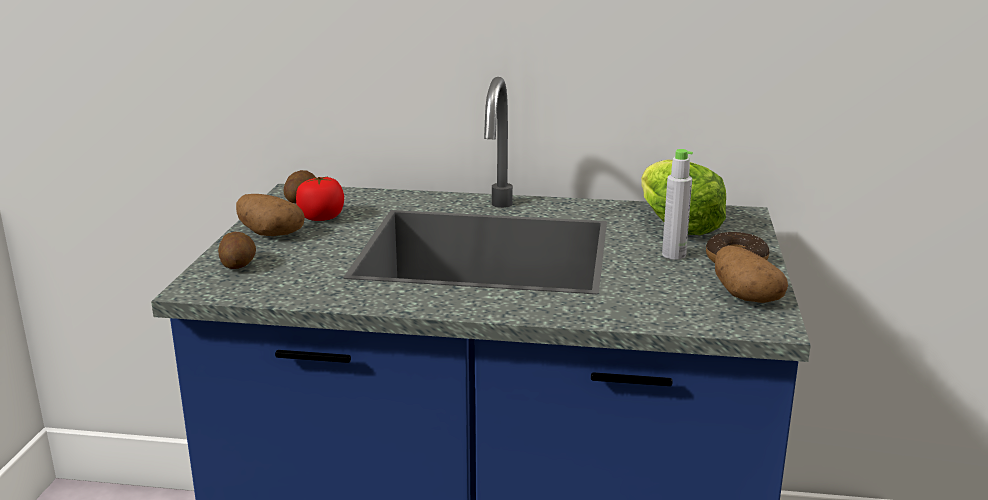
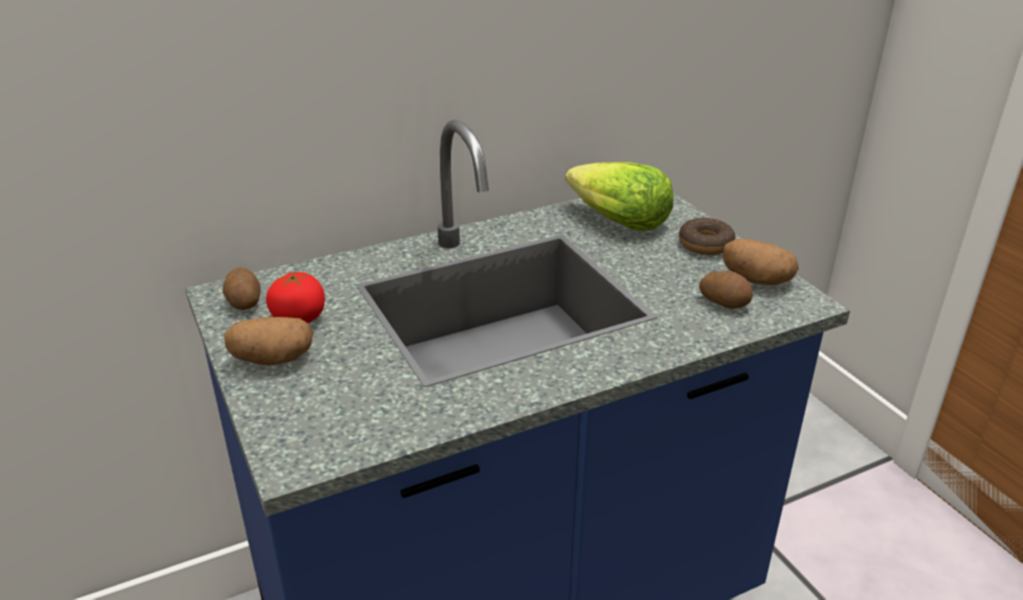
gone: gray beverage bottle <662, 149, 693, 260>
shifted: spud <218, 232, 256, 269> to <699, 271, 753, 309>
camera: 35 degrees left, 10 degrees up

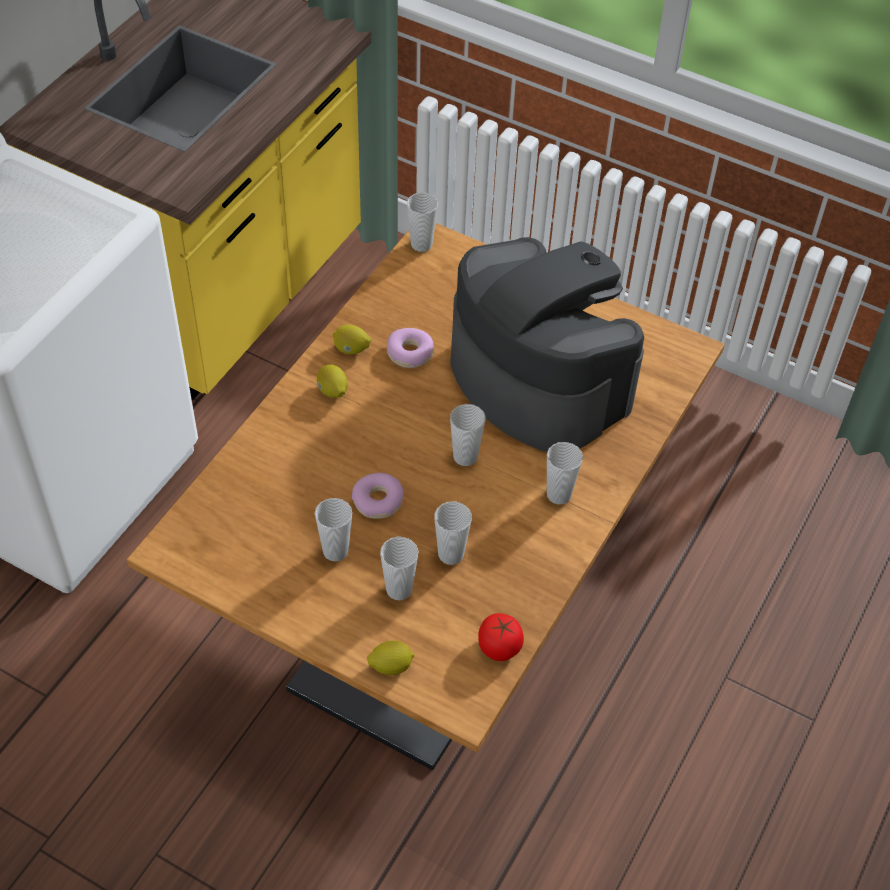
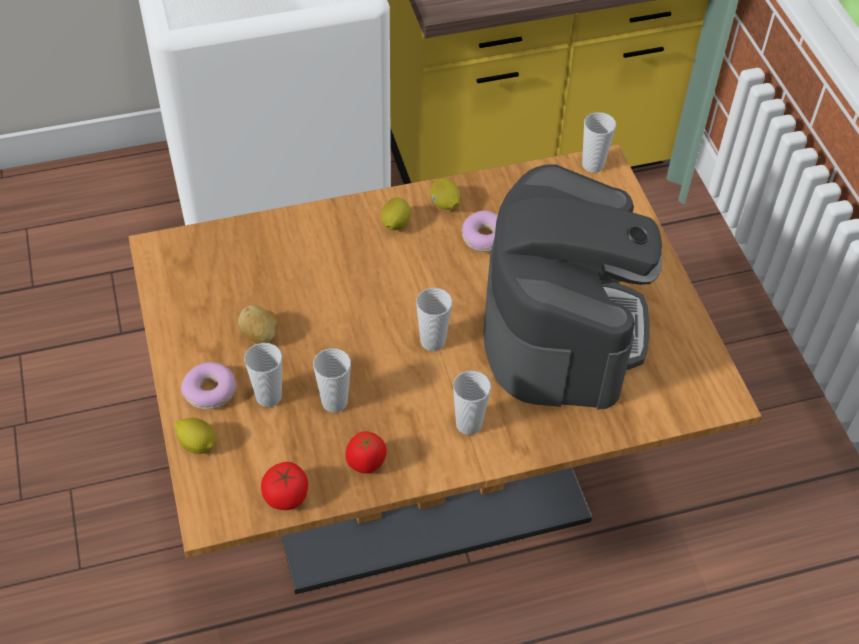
new: fresh tomato <345, 431, 387, 474>
shifted: doughnut <352, 473, 404, 519> to <181, 362, 236, 410>
swapped: cup <315, 498, 352, 562> to spud <238, 305, 277, 344>
camera: 45 degrees right, 0 degrees up

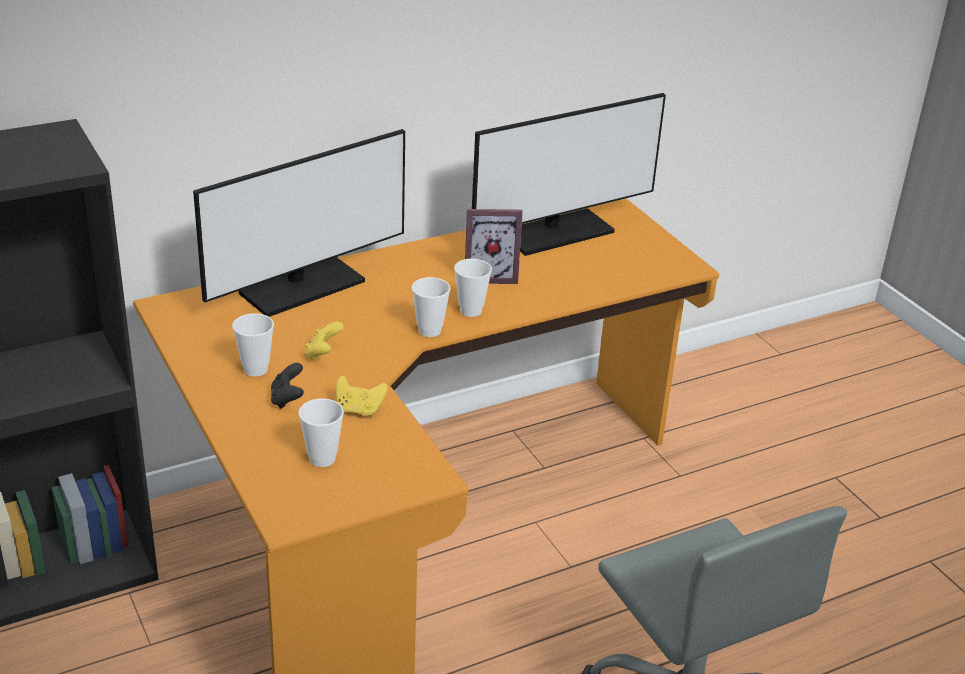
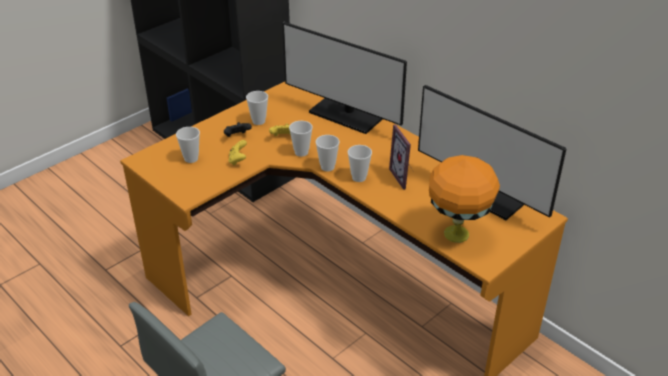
new: cup <289, 121, 313, 157>; orangey table lamp <429, 155, 500, 243>
camera: 75 degrees right, 5 degrees up

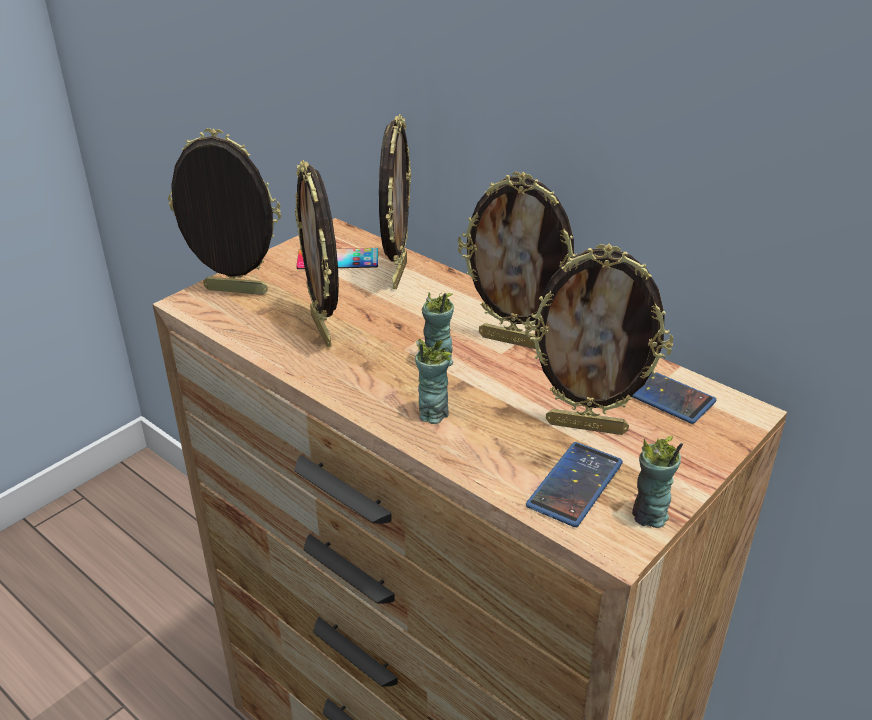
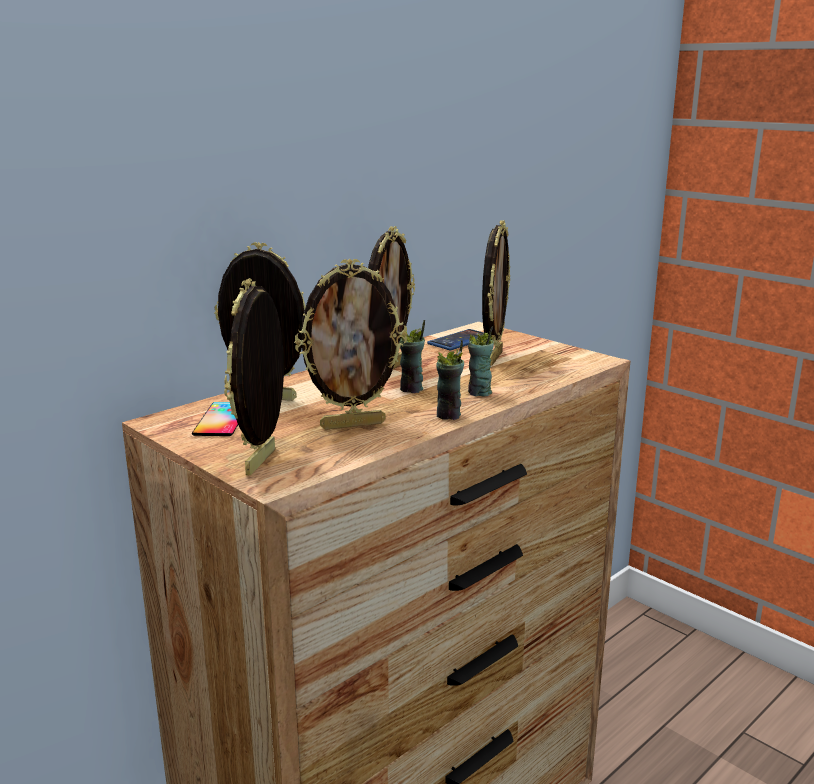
gone: telephone <526, 442, 623, 527>
shifted: cup <632, 436, 683, 528> to <436, 340, 464, 420>
camera: 85 degrees left, 15 degrees down

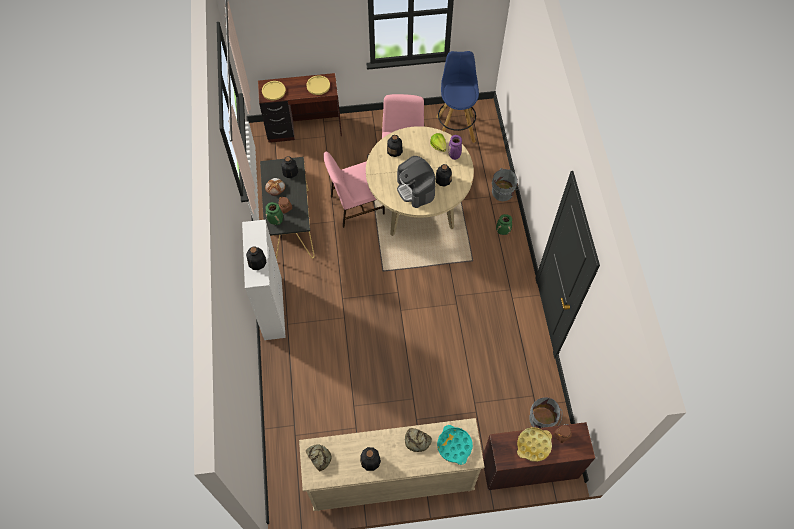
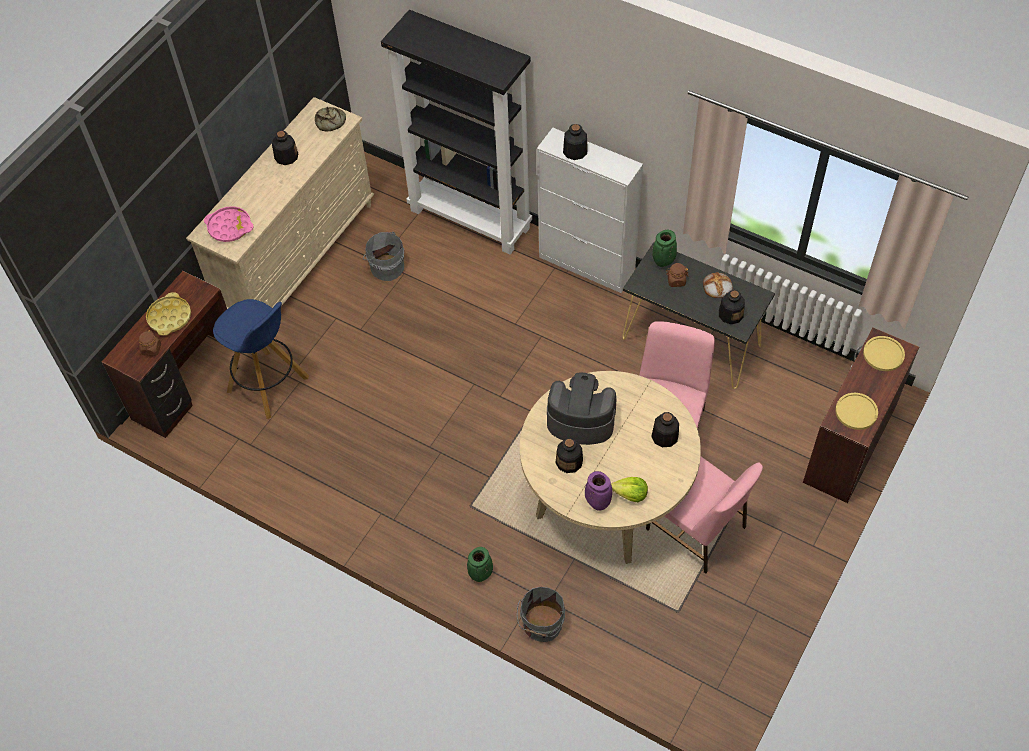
gone: bakery bread <405, 428, 432, 452>
new: black bookshelf <381, 10, 532, 255>
shifted: blue sitting stool <436, 51, 479, 143> to <213, 299, 309, 419>; gray water bucket <529, 397, 562, 428> to <363, 232, 404, 281>
repainted: turquoise tray <437, 425, 473, 465> to pink-coloured tray <204, 206, 254, 242>
camera: 130 degrees right, 5 degrees down

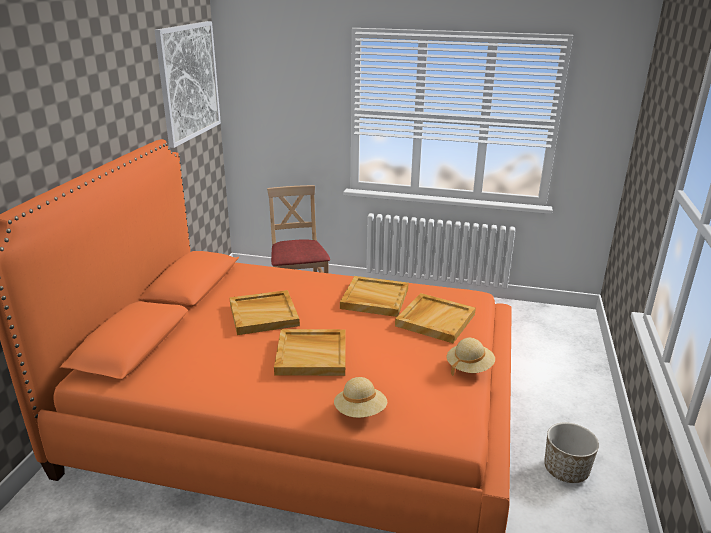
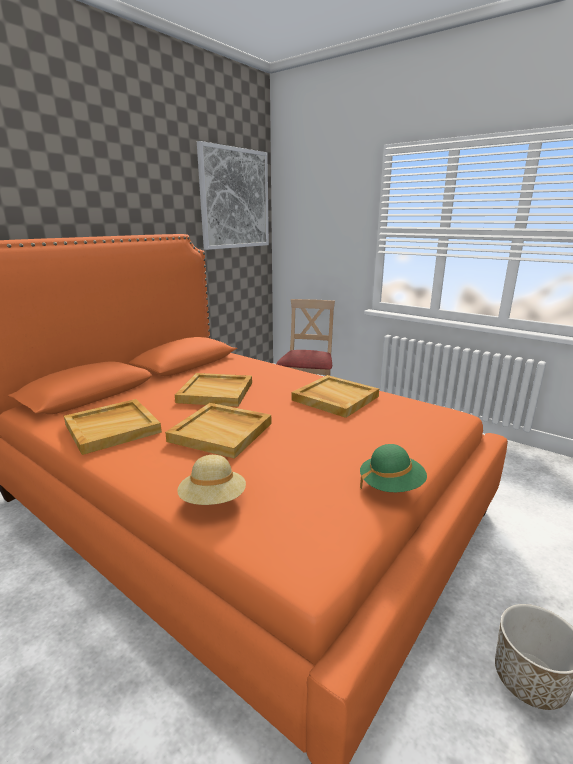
shifted: beige-coloured tray <395, 293, 476, 343> to <64, 399, 162, 455>
repainted: beige-coloured wearable hat <446, 338, 495, 376> to greenish wearable hat <360, 444, 427, 492>
camera: 25 degrees right, 5 degrees down

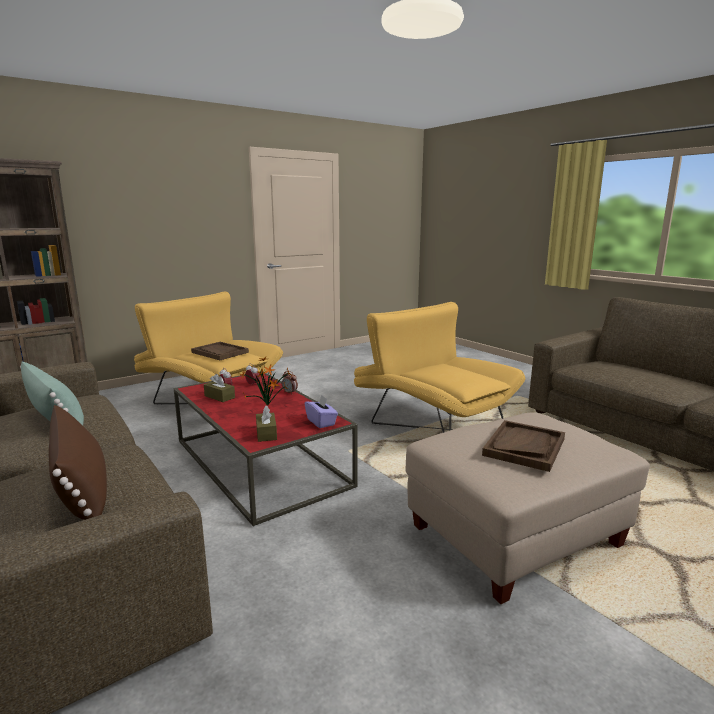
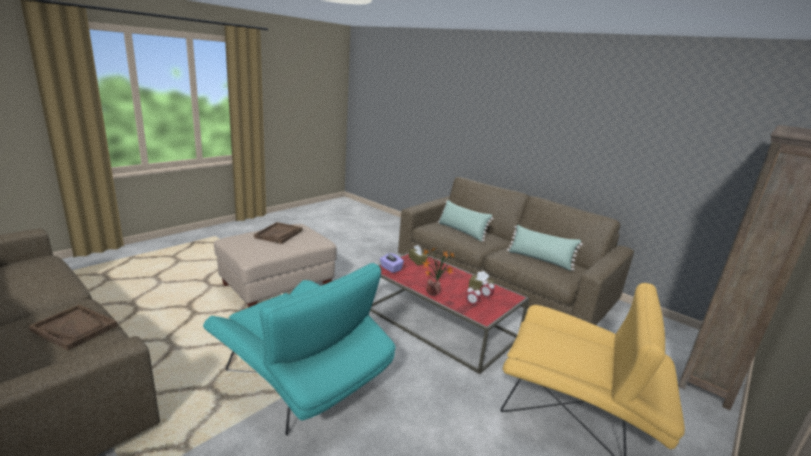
shifted: brownish tray <191, 342, 249, 360> to <28, 305, 118, 350>
repainted: yellowish armchair <354, 302, 525, 433> to turquoise armchair <203, 263, 396, 436>; brownish pillow <49, 405, 107, 520> to greenish pillow <438, 200, 493, 241>
camera: 165 degrees right, 5 degrees up

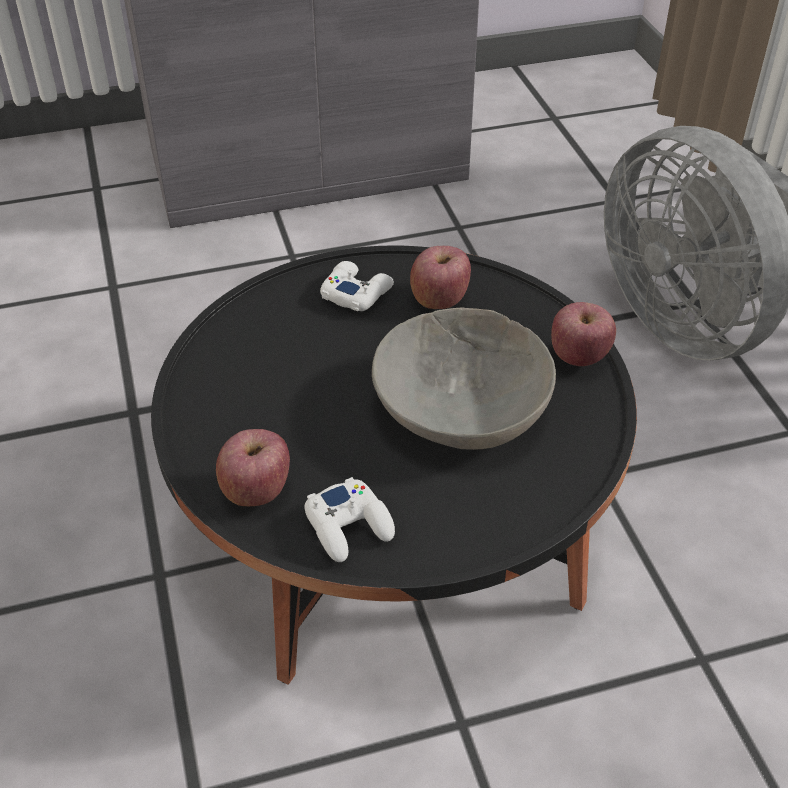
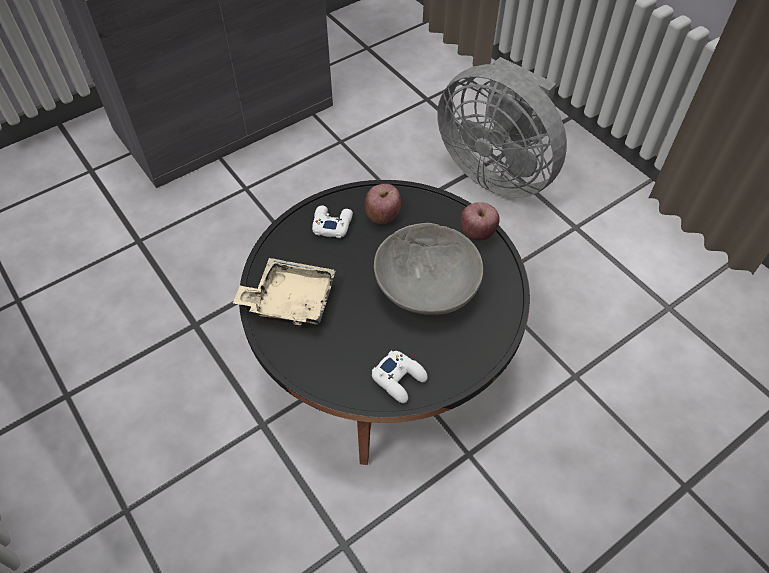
gone: apple <216, 429, 290, 506>
new: beige-coloured tray <233, 258, 336, 325>
camera: 20 degrees left, 10 degrees up

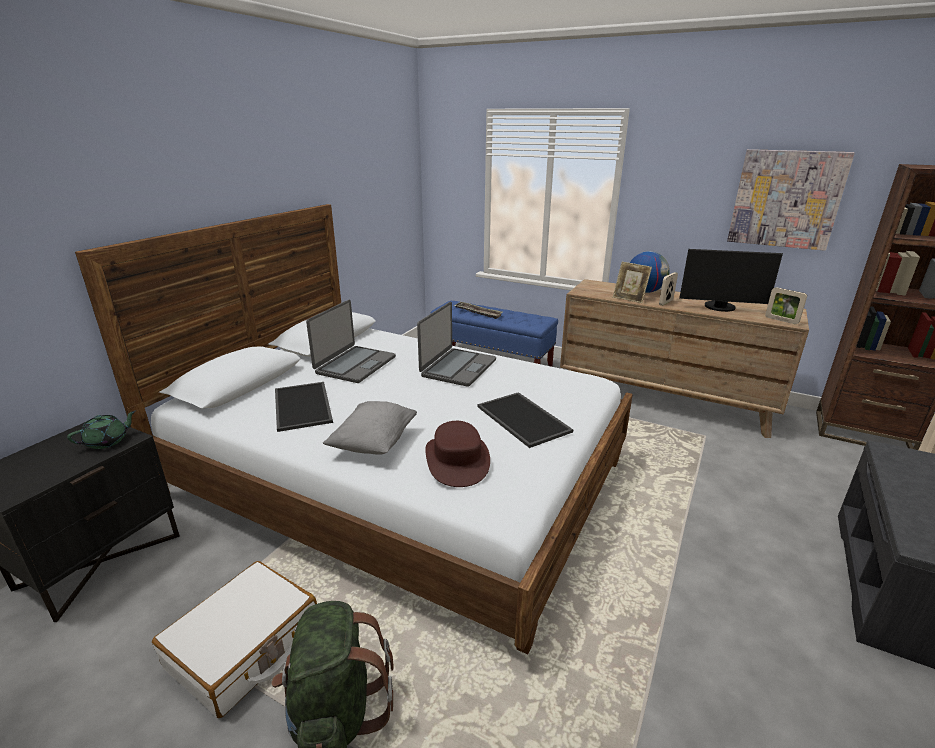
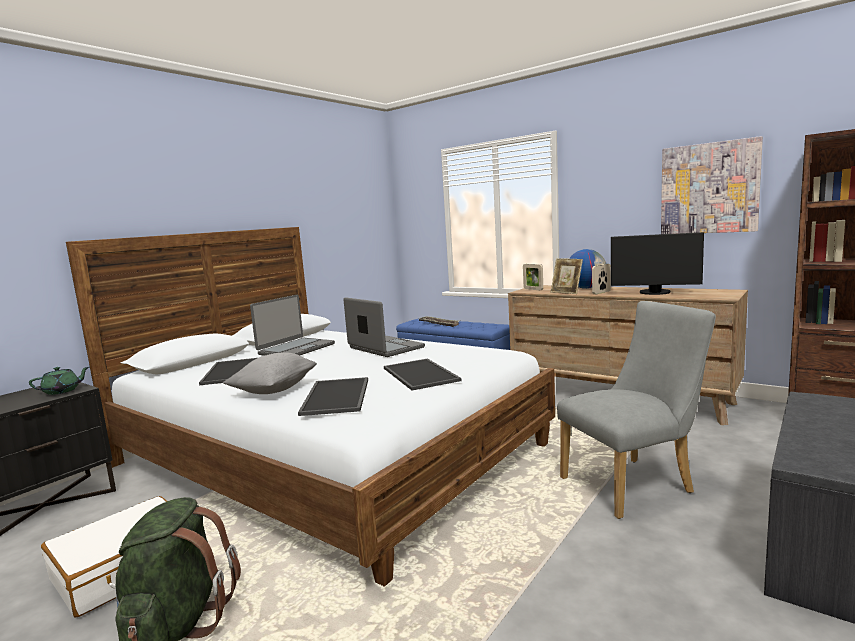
new: gray plain chair <557, 301, 716, 519>
shifted: standing frame <765, 287, 807, 324> to <523, 264, 543, 290>
swapped: brownish wearable hat <425, 421, 490, 487> to tray <298, 377, 368, 416>
rotated: laptop <417, 302, 496, 387> = <344, 297, 425, 357> 75 degrees counterclockwise
camera: 10 degrees right, 15 degrees down

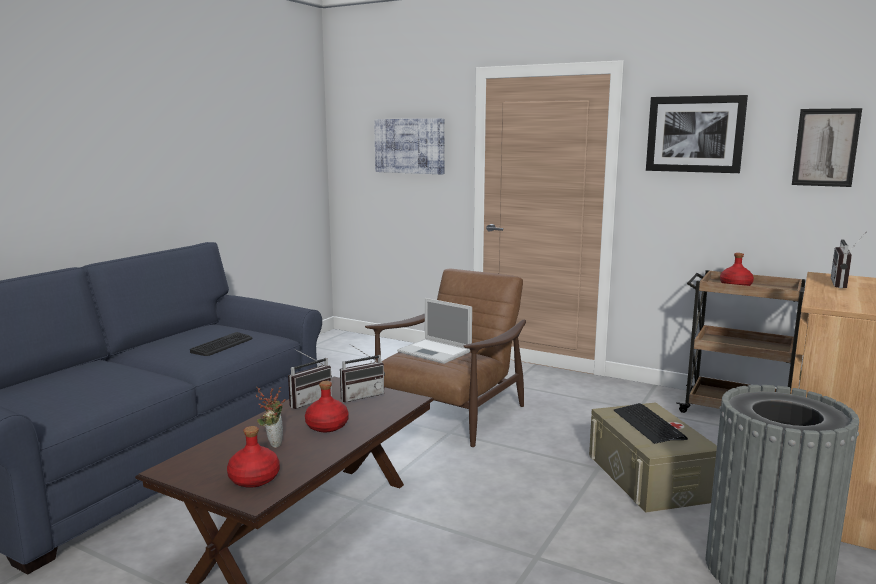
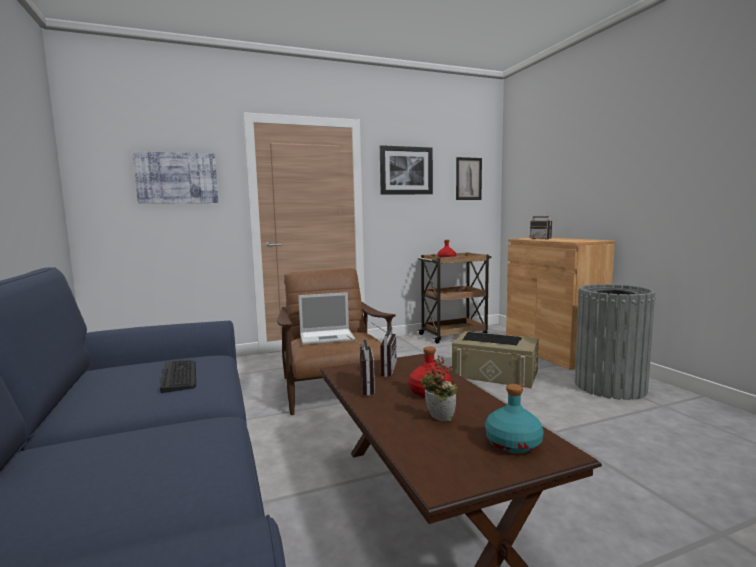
repainted: red beverage bottle <227, 426, 280, 488> to turquoise beverage bottle <485, 384, 544, 453>
camera: 50 degrees left, 5 degrees down

